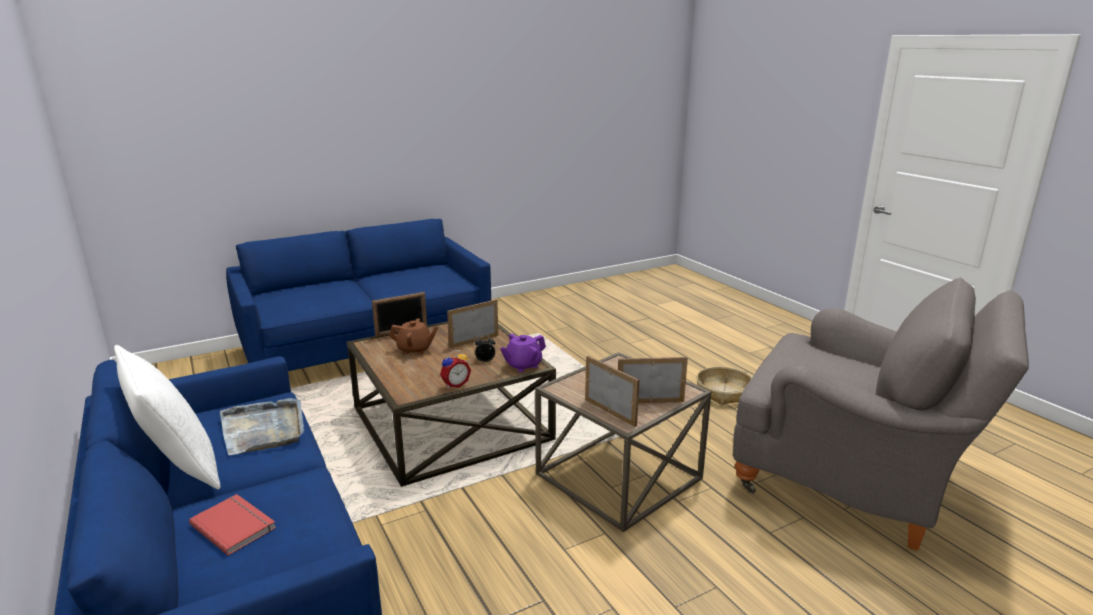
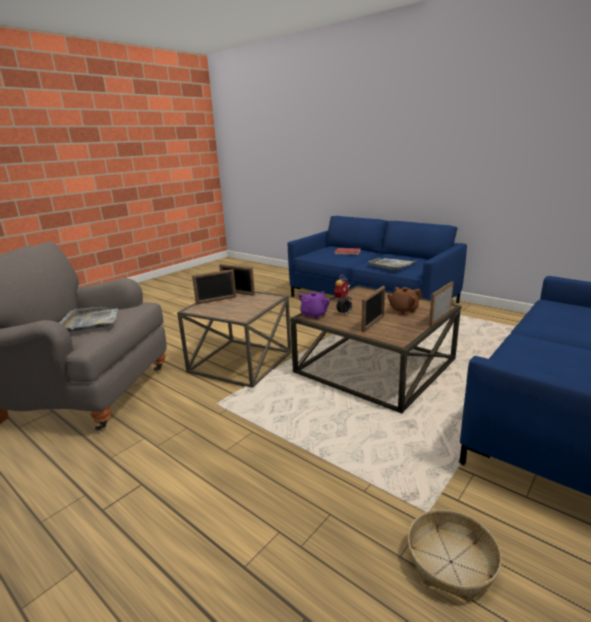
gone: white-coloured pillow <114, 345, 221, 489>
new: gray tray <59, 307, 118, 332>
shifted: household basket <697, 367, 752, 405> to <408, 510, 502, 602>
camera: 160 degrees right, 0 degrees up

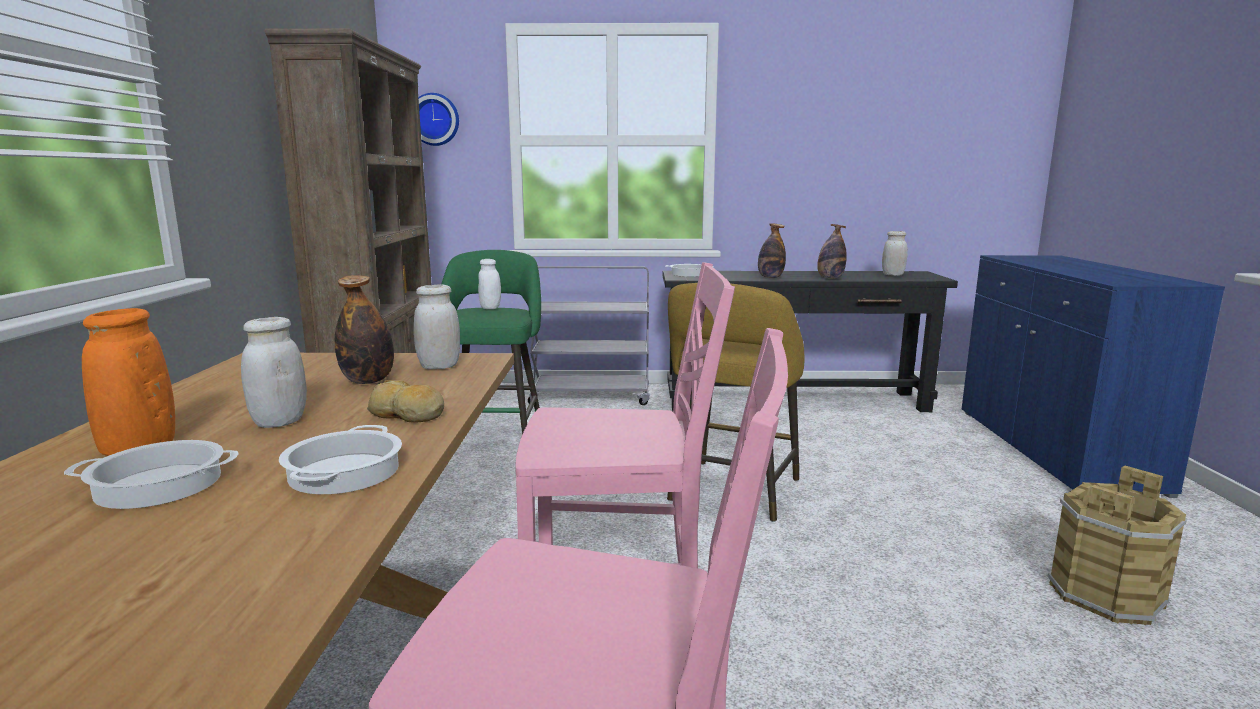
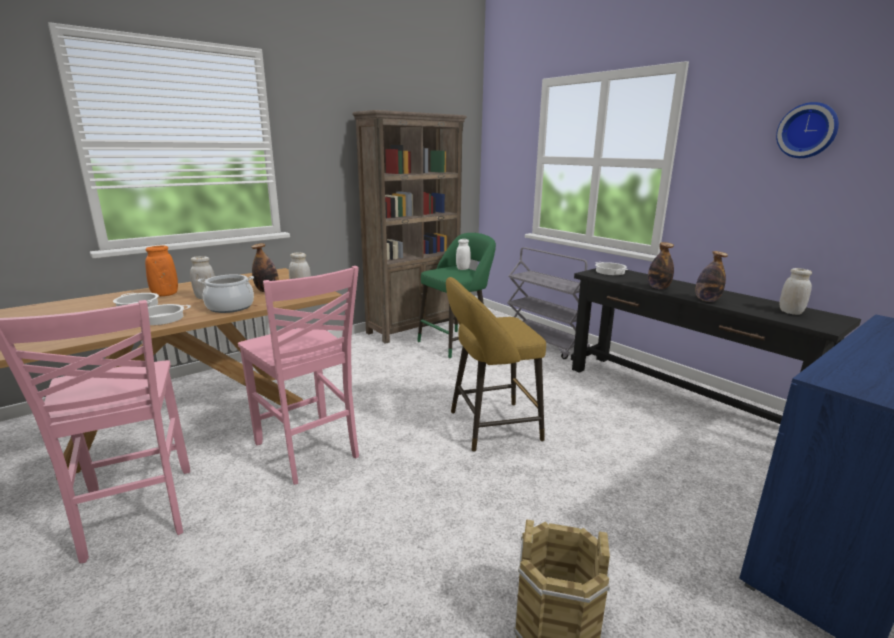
shifted: clock on the wall <418, 93, 459, 146> to <776, 102, 839, 158>
swapped: bakery bread <367, 380, 444, 423> to stockpot <198, 274, 254, 313>
camera: 50 degrees right, 5 degrees up

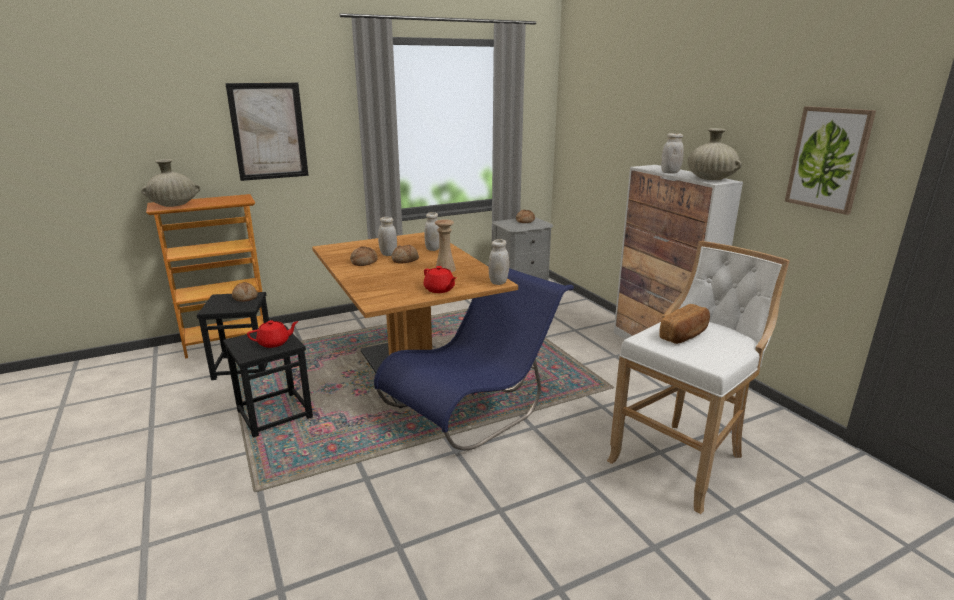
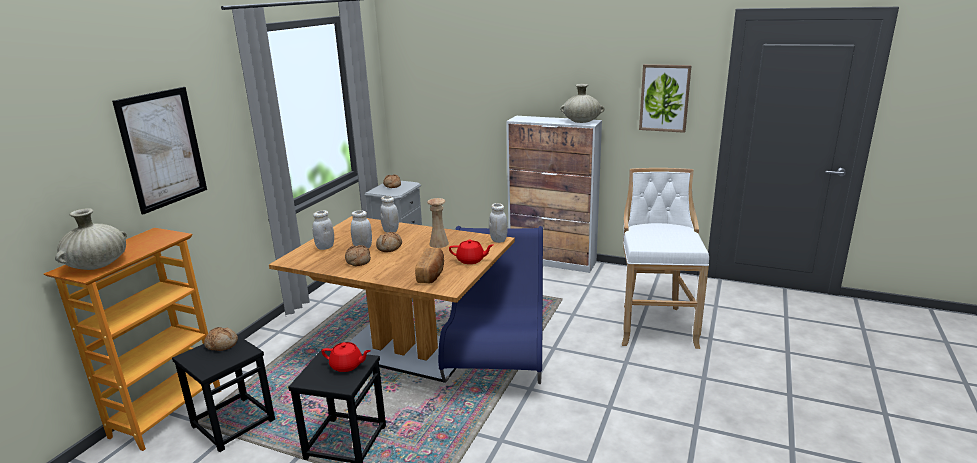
shifted: white-coloured jar <661, 133, 684, 174> to <313, 210, 334, 250>; bakery bread <659, 304, 710, 344> to <415, 248, 444, 283>
rotated: red teapot <247, 320, 299, 348> = <322, 342, 371, 372> 75 degrees clockwise
camera: 40 degrees left, 0 degrees up

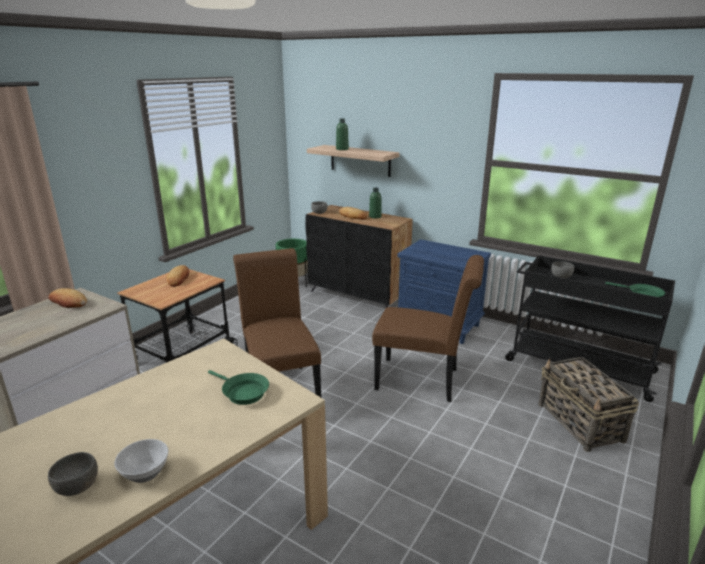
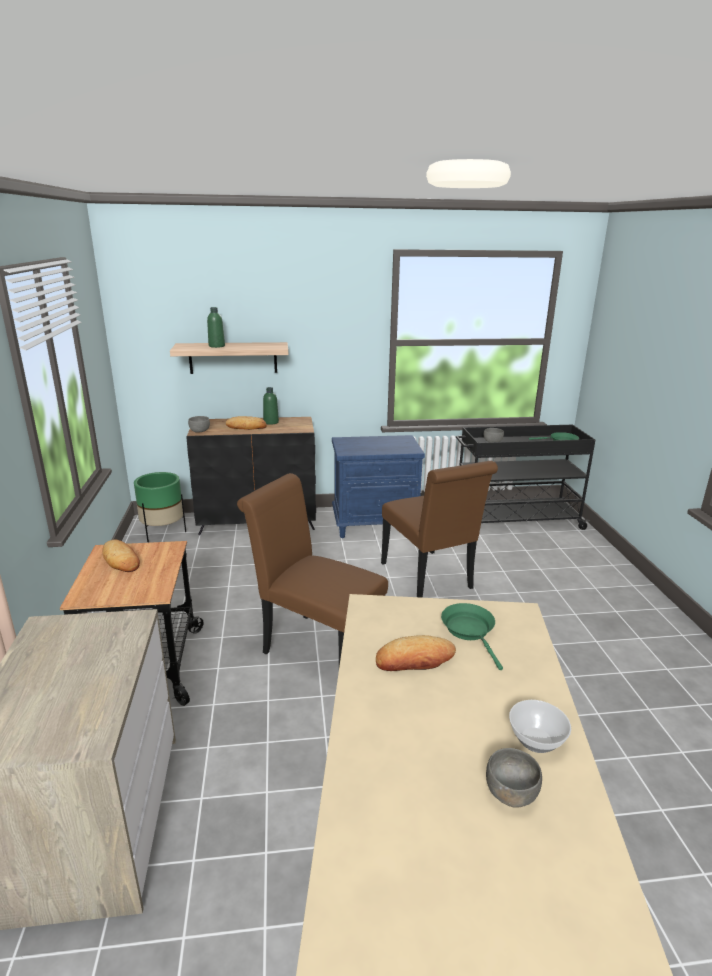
gone: household basket <538, 357, 639, 452>
shifted: bakery bread <49, 288, 87, 308> to <376, 635, 456, 671>
rotated: brownish plain chair <372, 255, 484, 402> = <381, 461, 498, 598> 90 degrees clockwise; greenish pan <208, 370, 269, 405> = <441, 603, 503, 670> 105 degrees counterclockwise
camera: 40 degrees left, 0 degrees up

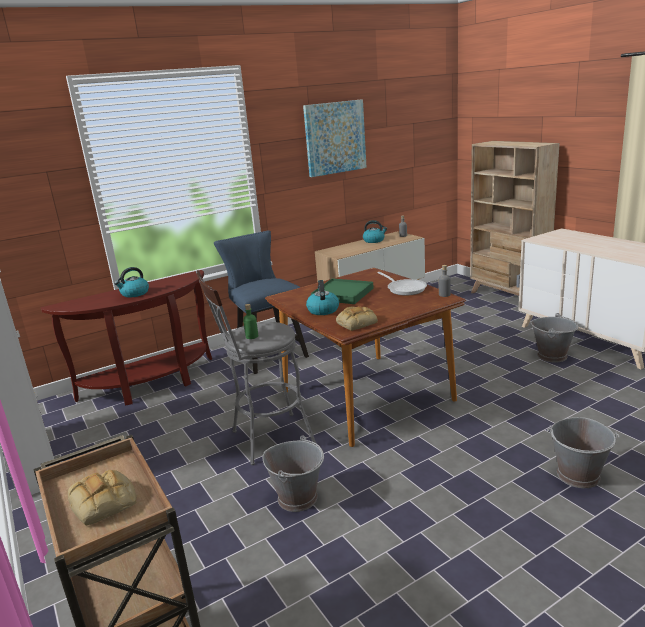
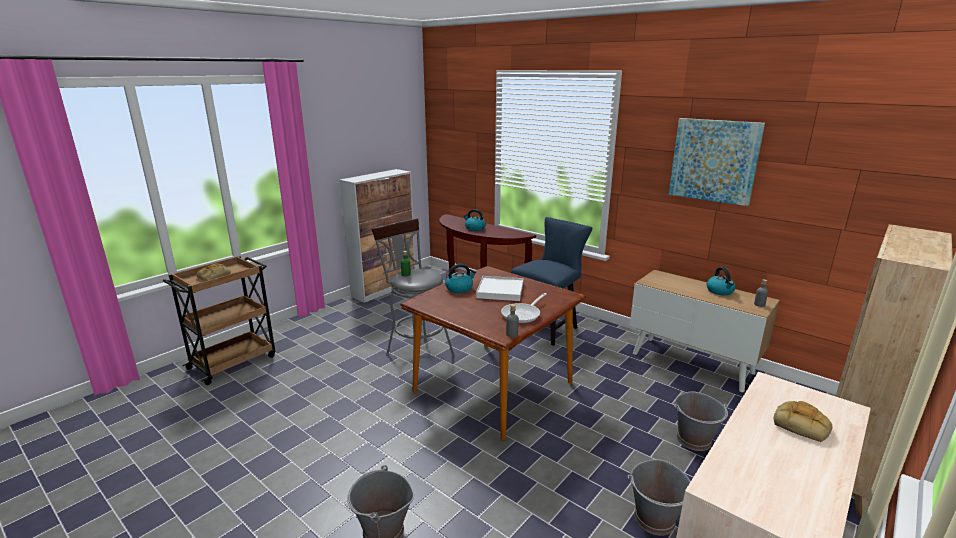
shifted: bakery bread <336, 306, 378, 331> to <774, 401, 833, 442>; gray water bucket <263, 435, 324, 512> to <674, 391, 728, 451>
repainted: greenish tray <311, 278, 374, 304> to white-coloured tray <476, 276, 524, 301>
camera: 70 degrees right, 0 degrees up

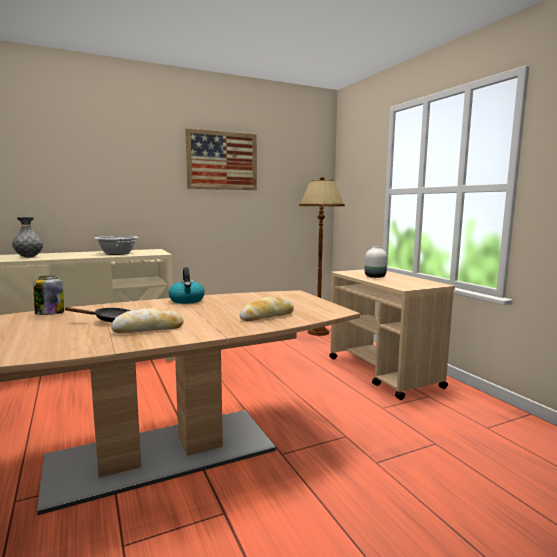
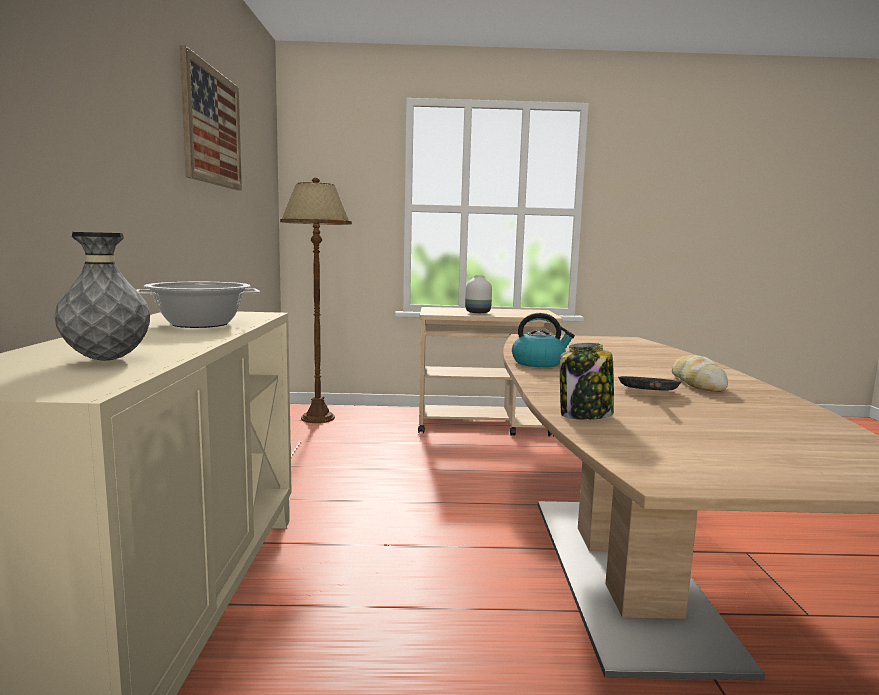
gone: bakery bread <240, 297, 294, 321>
camera: 65 degrees left, 0 degrees up

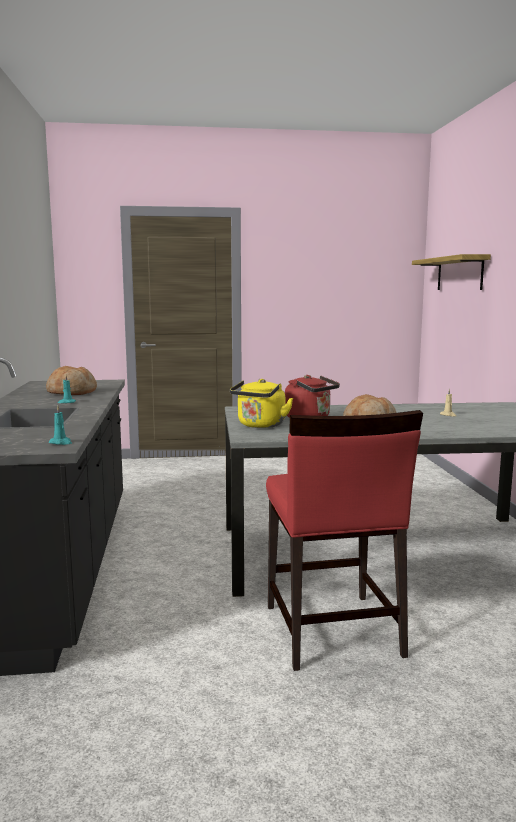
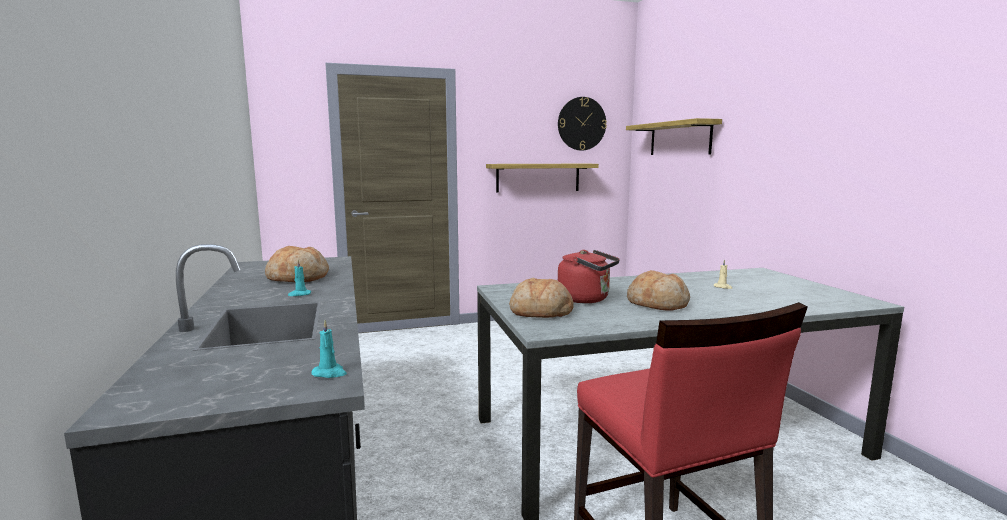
new: clock on the wall <558, 97, 607, 151>; wall shelf <486, 164, 599, 192>
swapped: yellowish water kettle <230, 379, 293, 428> to bakery bread <509, 278, 574, 318>
camera: 10 degrees left, 0 degrees up

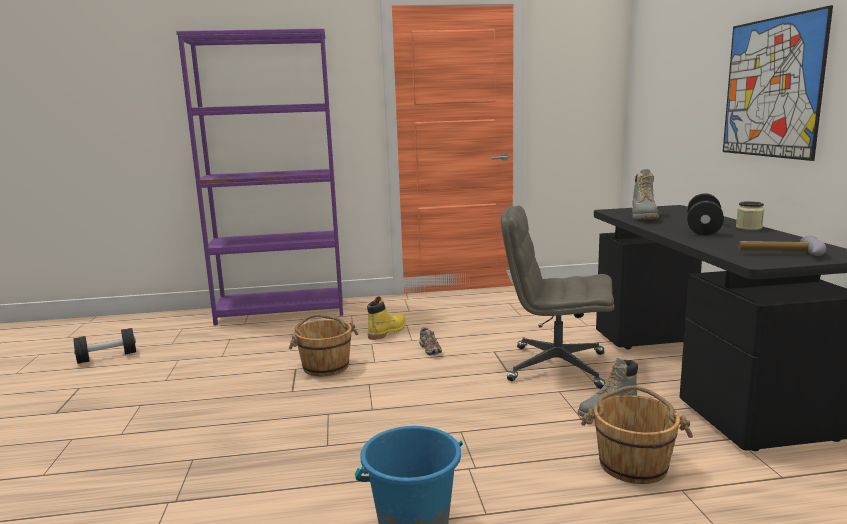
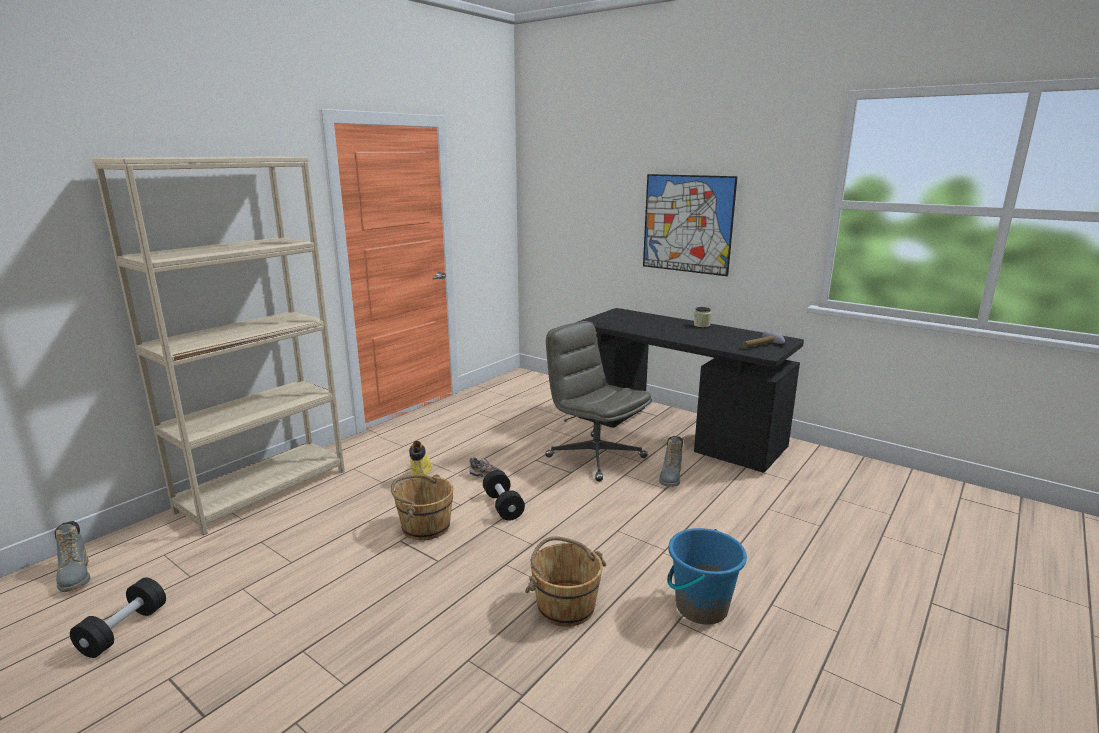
shifted: gray high-top boot <632, 169, 659, 220> to <55, 521, 90, 592>; black dumbbell <687, 193, 724, 235> to <483, 470, 525, 521>; brownish water bucket <581, 386, 693, 484> to <525, 536, 606, 627>
repainted: purple bookshelf <176, 28, 343, 325> to beige-coloured bookshelf <91, 156, 345, 536>
rotated: gray computer chair <501, 206, 615, 389> = <545, 321, 652, 481> 75 degrees clockwise
camera: 45 degrees left, 5 degrees up

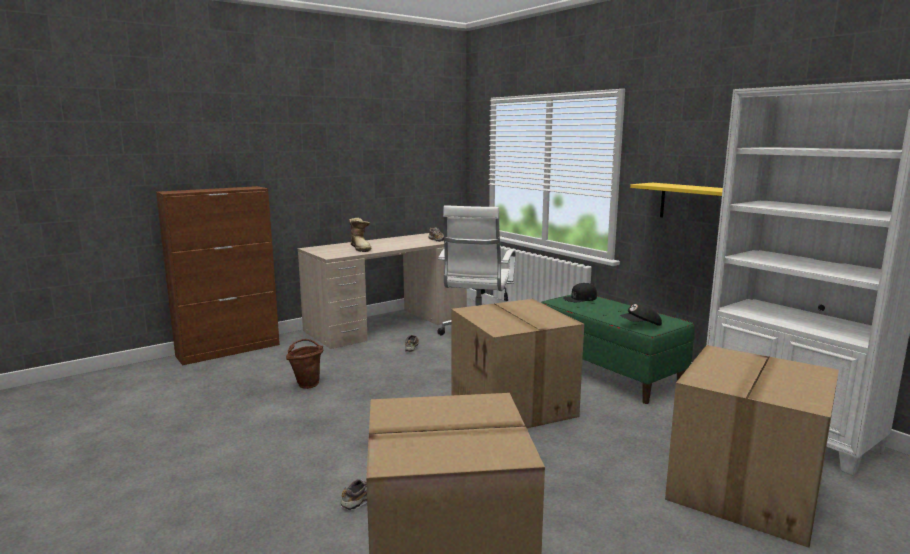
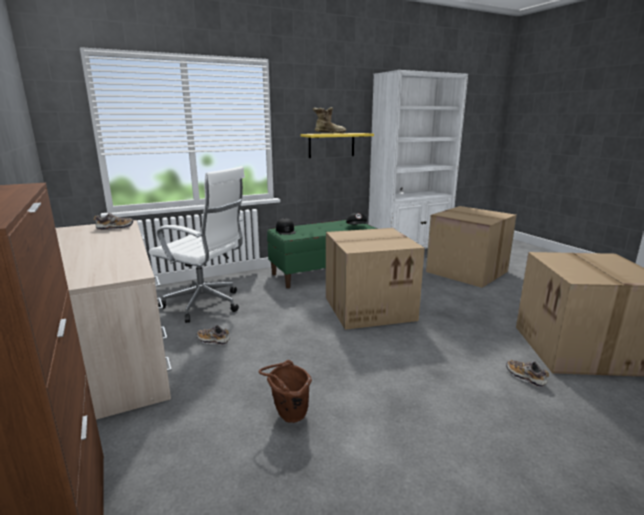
shifted: high-top boot <349, 218, 371, 252> to <313, 107, 346, 133>
camera: 80 degrees left, 5 degrees up

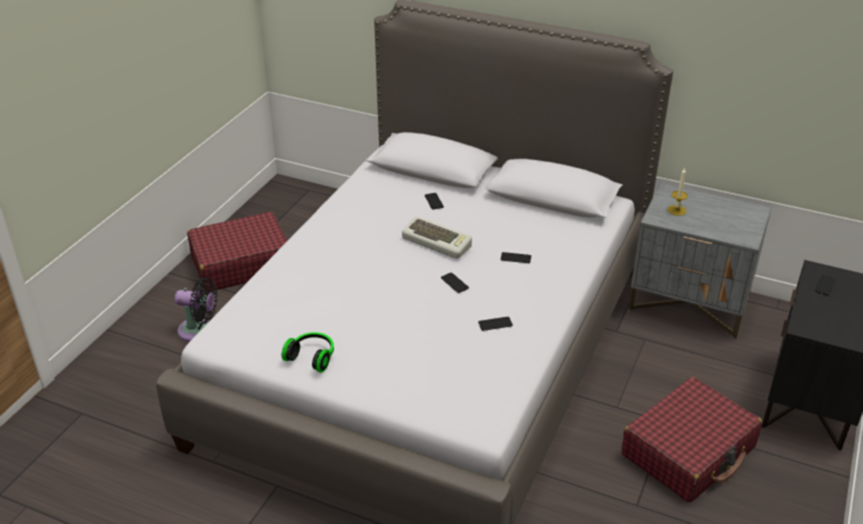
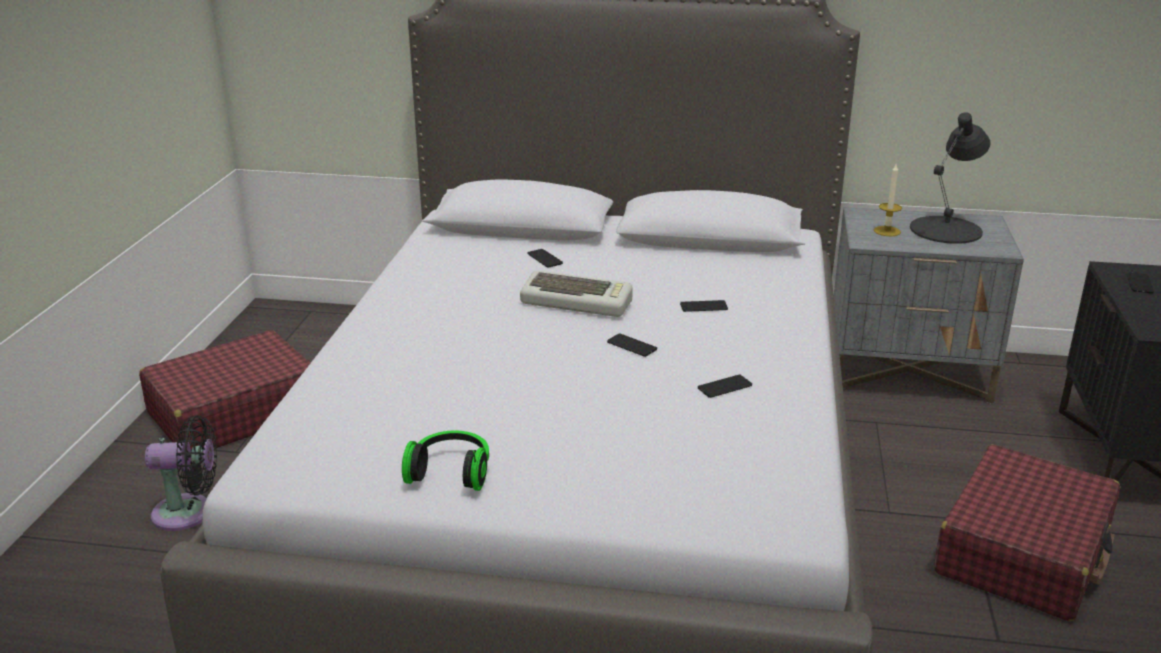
new: black table lamp <910, 112, 991, 244>
camera: 15 degrees left, 10 degrees down

